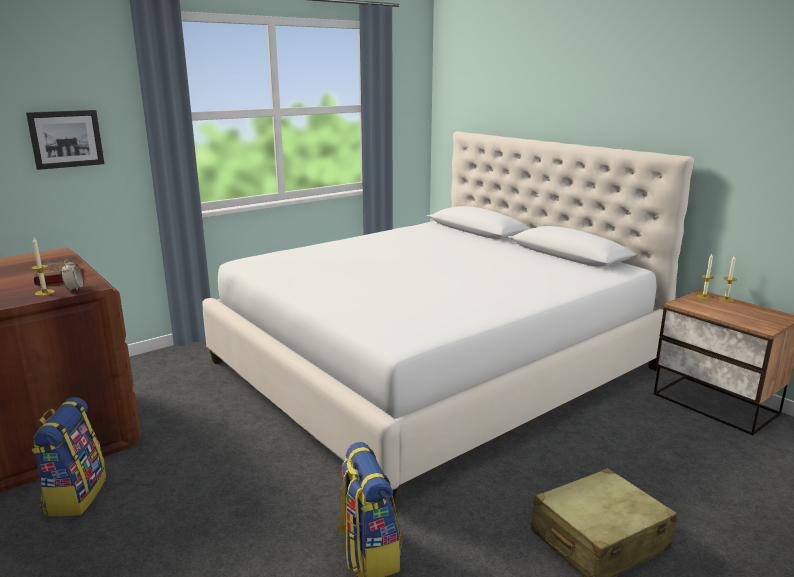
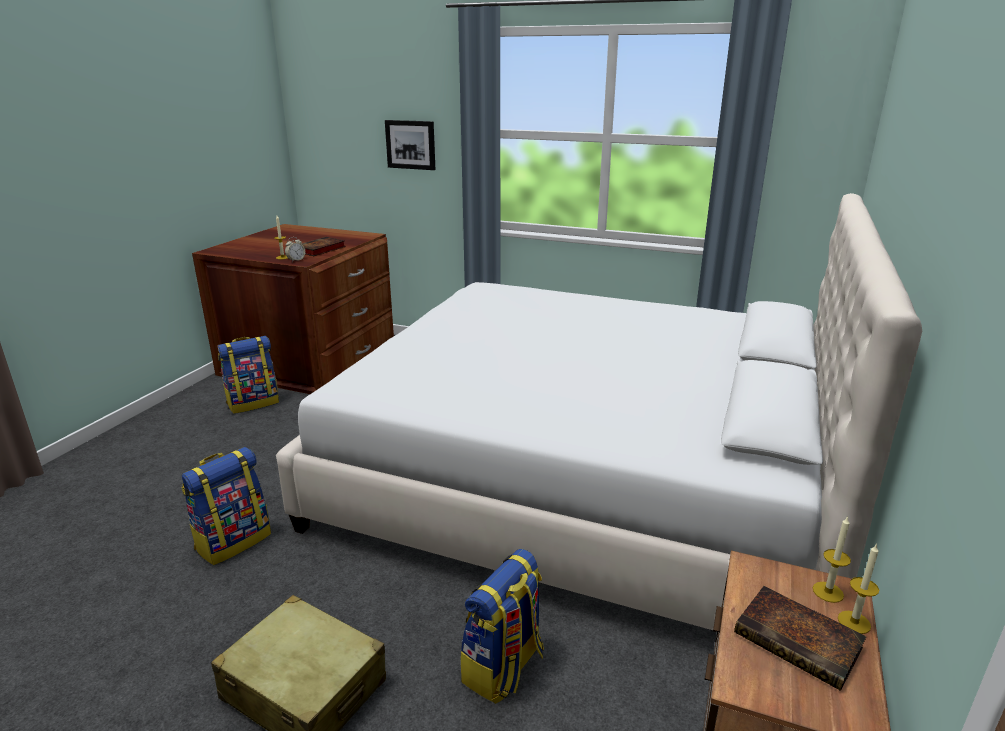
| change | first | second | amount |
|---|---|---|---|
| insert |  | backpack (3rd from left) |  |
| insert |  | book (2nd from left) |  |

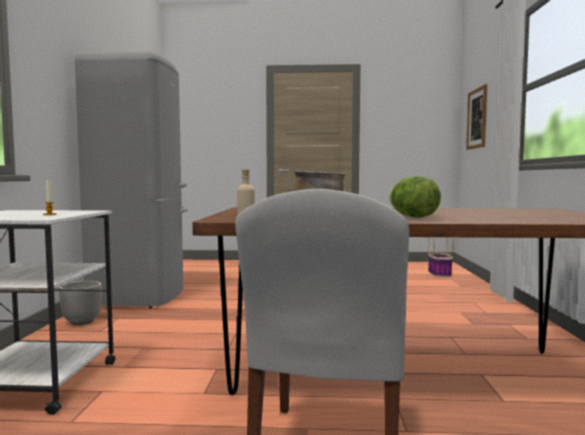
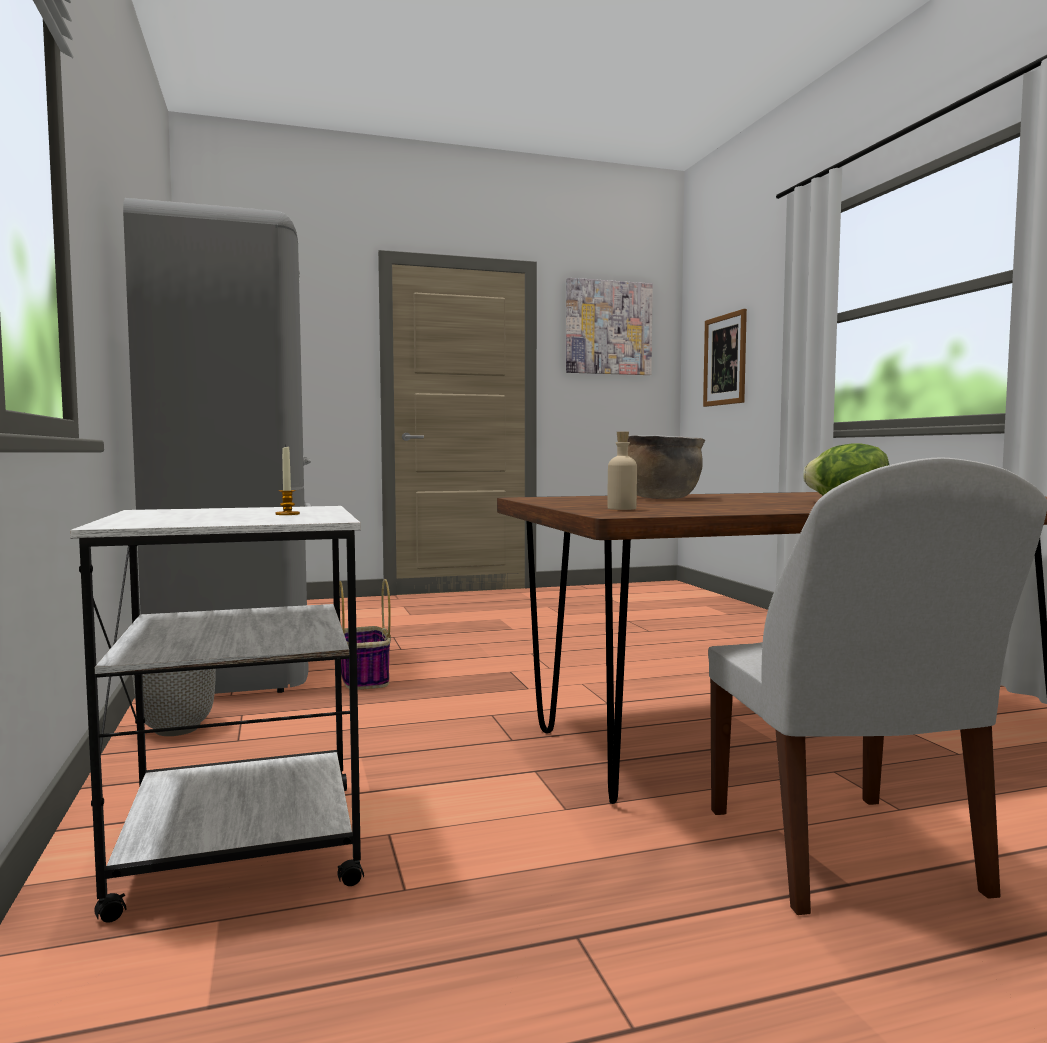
| change | first | second | amount |
|---|---|---|---|
| move | basket |  |  |
| insert |  | picture (1st from left) |  |

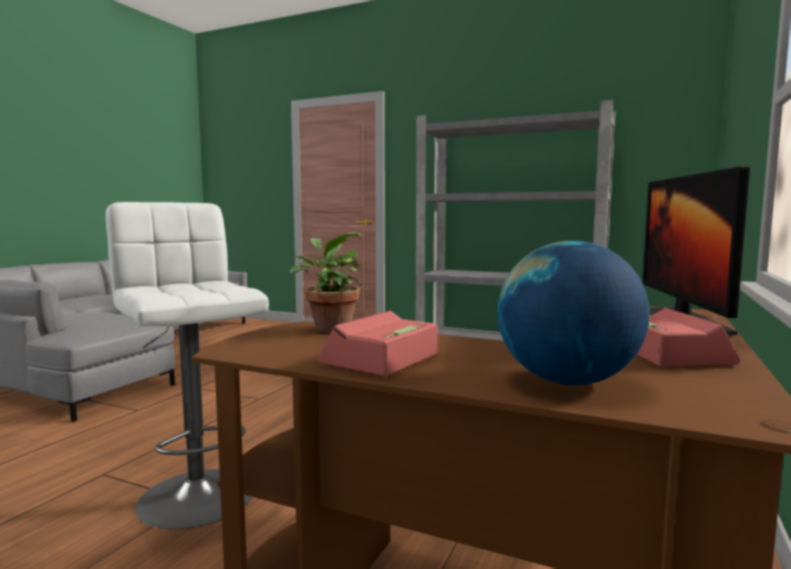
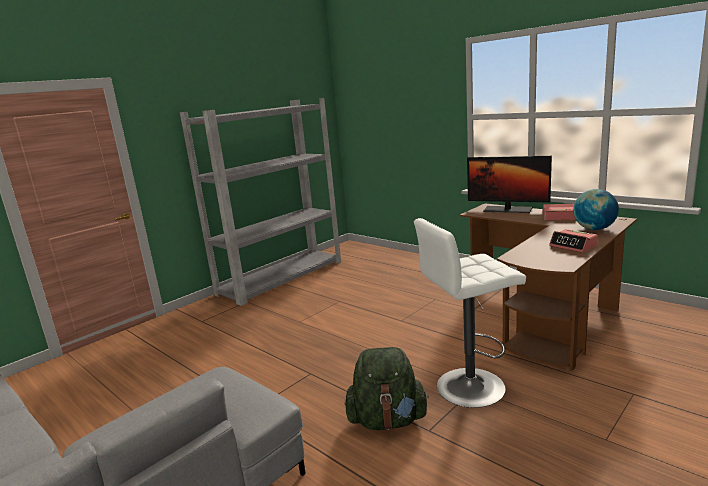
| change | first | second | amount |
|---|---|---|---|
| delete | potted plant |  |  |
| insert |  | green backpack |  |

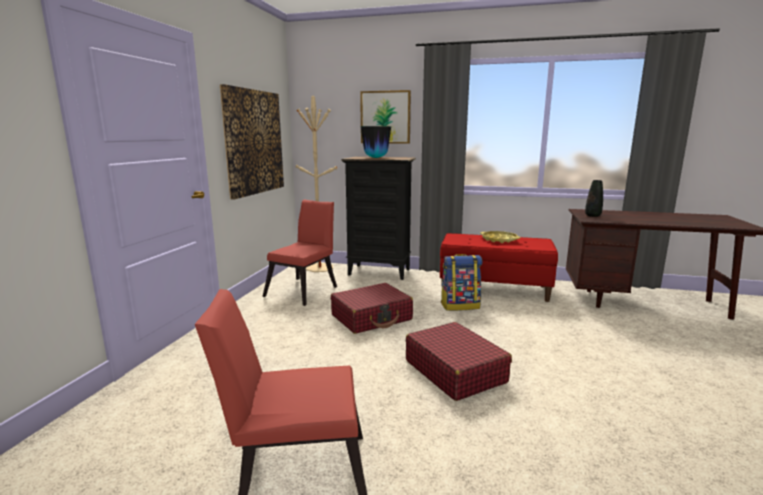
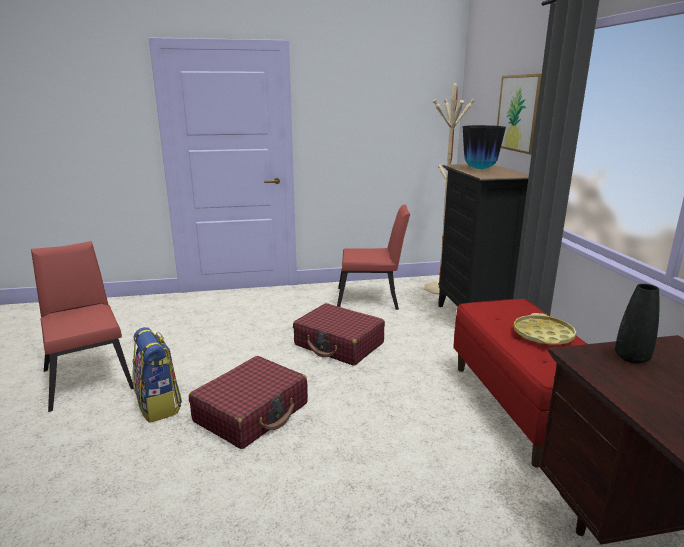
| change | first | second | amount |
|---|---|---|---|
| delete | picture (1st from left) |  |  |
| move | backpack |  |  |

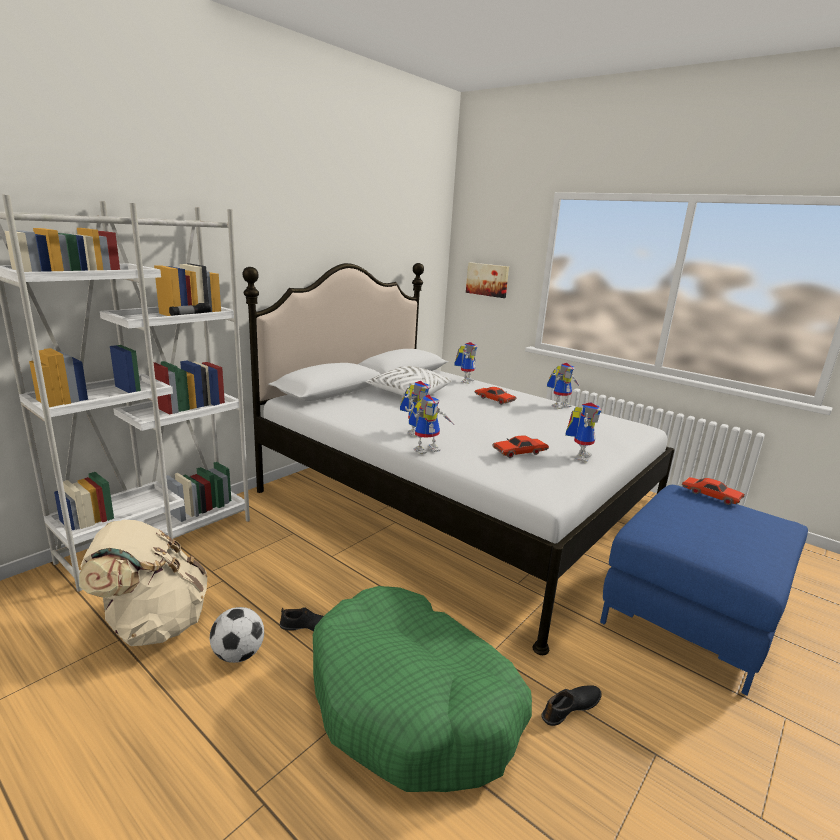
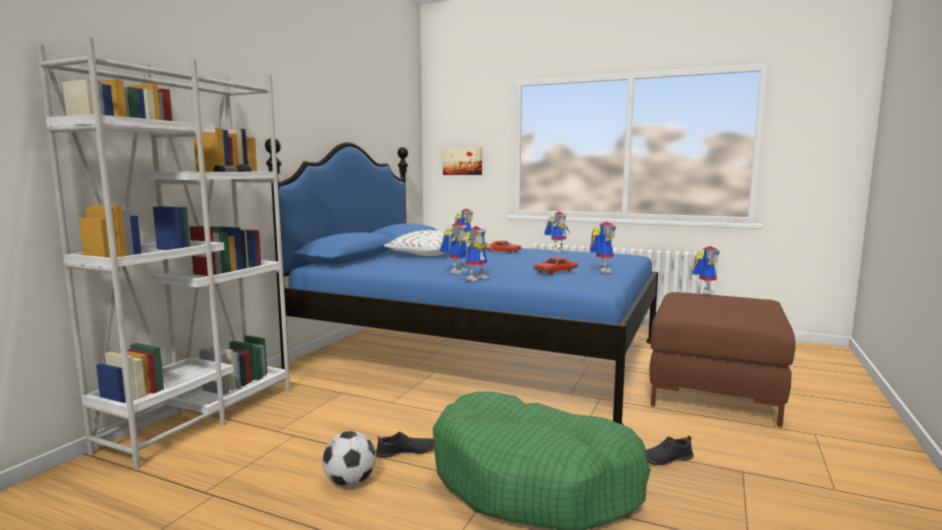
| change | first | second | amount |
|---|---|---|---|
| recolor | white bed | blue bed |  |
| replace | red toy car (3rd from left) | toy robot (6th from left) |  |
| recolor | blue ottoman | brown ottoman |  |
| delete | beige backpack |  |  |
| rotate | black shoe (2nd from left) |  | 150 degrees counterclockwise |

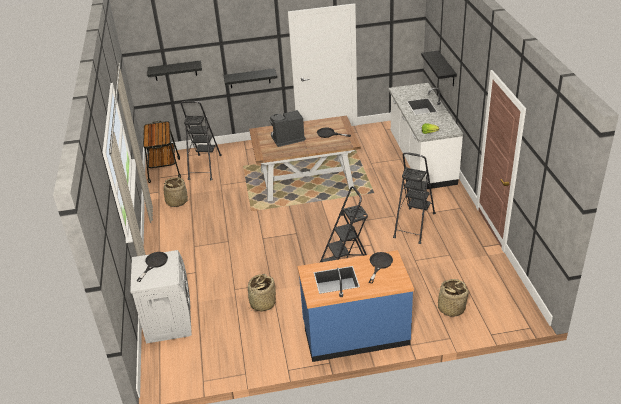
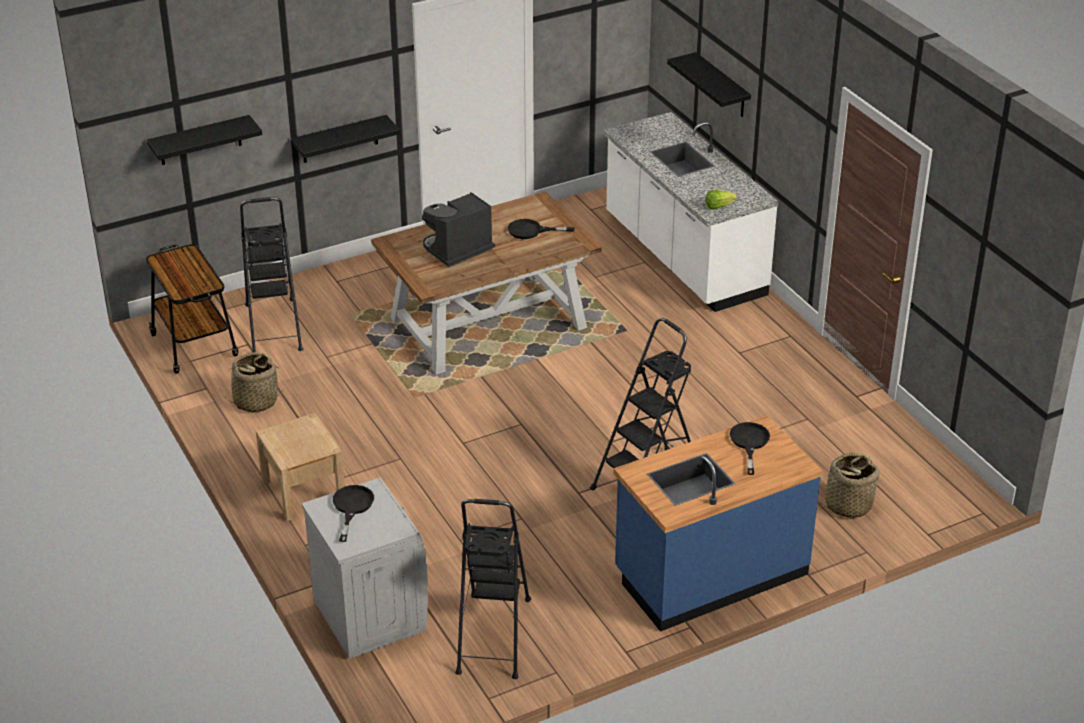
| change | first | second | amount |
|---|---|---|---|
| move | step ladder (3rd from left in the first image) | step ladder (2nd from left) |  |
| delete | basket (2nd from left) |  |  |
| insert |  | beige nightstand |  |

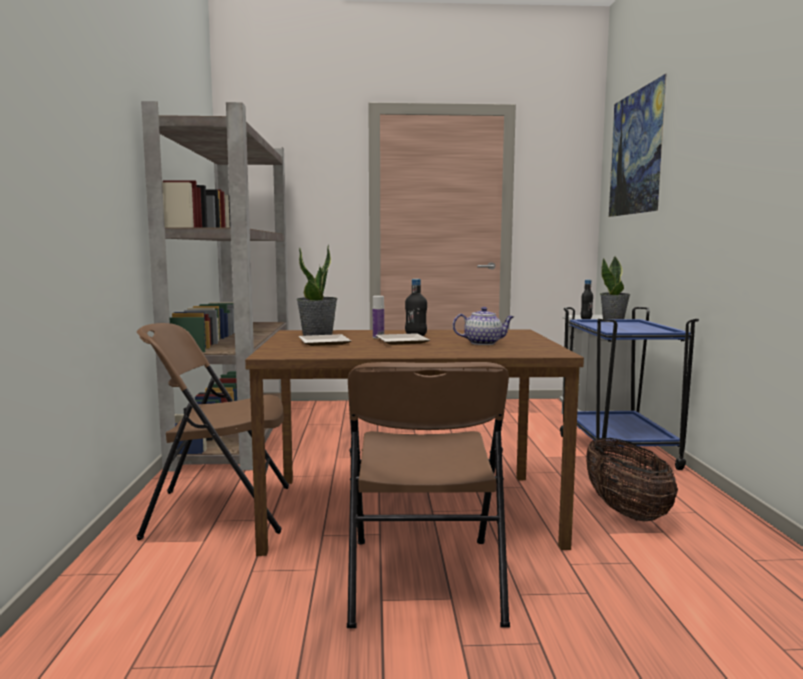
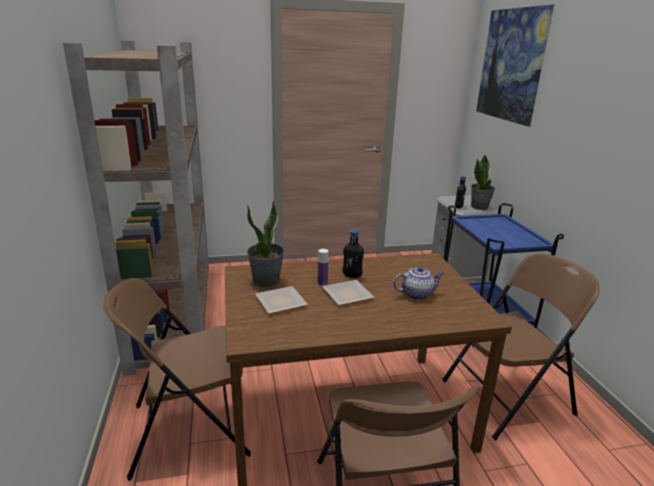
| change | first | second | amount |
|---|---|---|---|
| replace | basket | brown chair (3rd from left) |  |

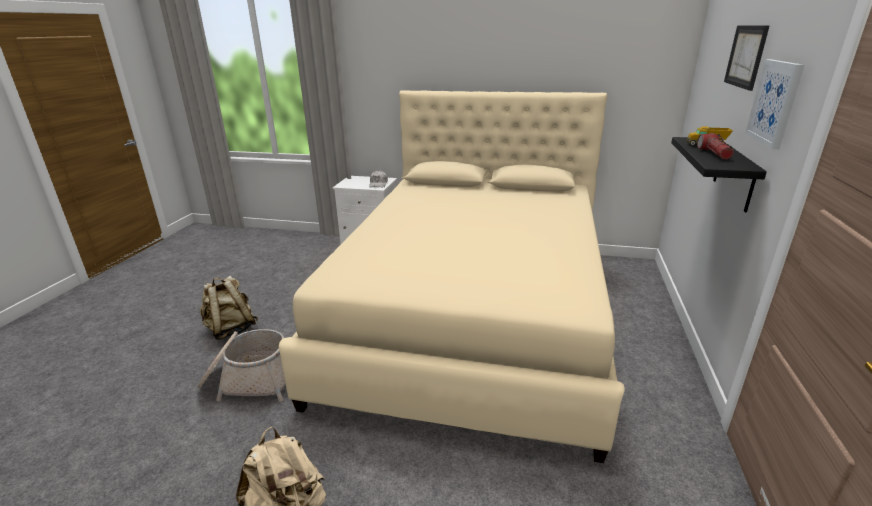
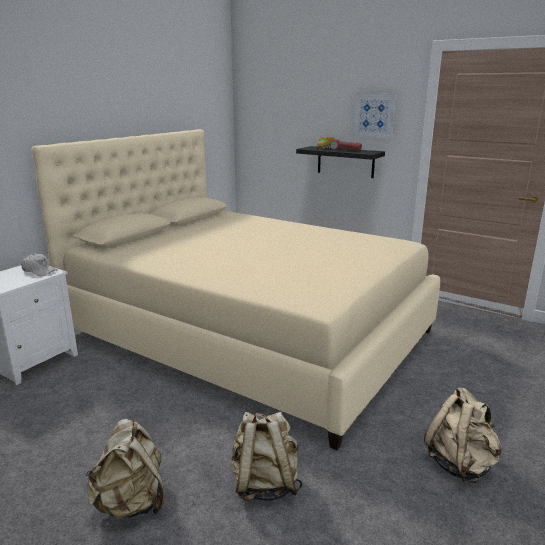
| change | first | second | amount |
|---|---|---|---|
| delete | picture (1st from left) |  |  |
| replace | basket | beige backpack (2nd from left) |  |

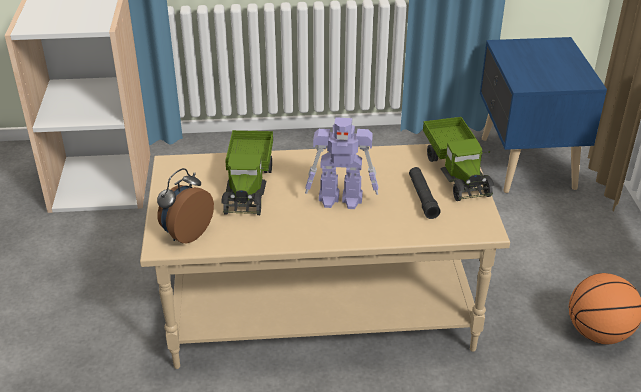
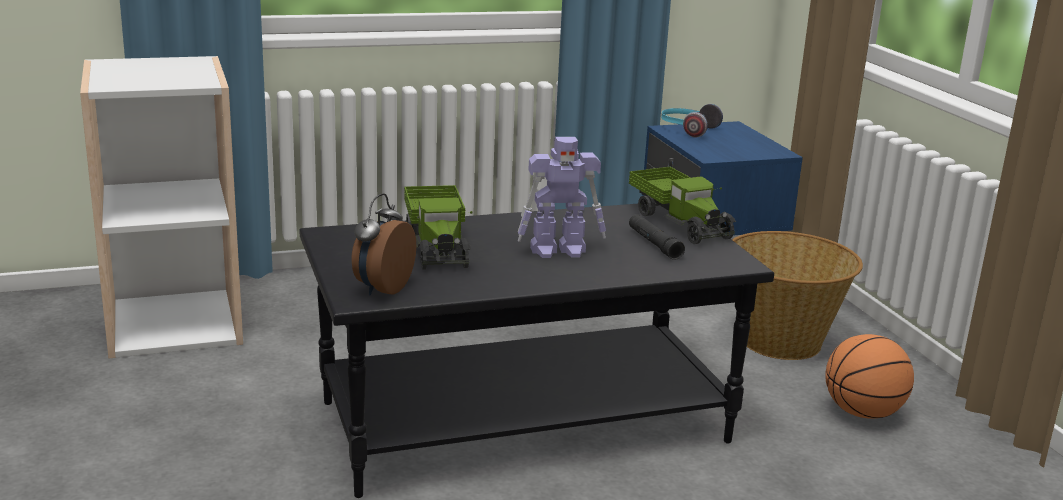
| change | first | second | amount |
|---|---|---|---|
| recolor | beige coffee table | black coffee table |  |
| insert |  | headphones |  |
| insert |  | basket |  |

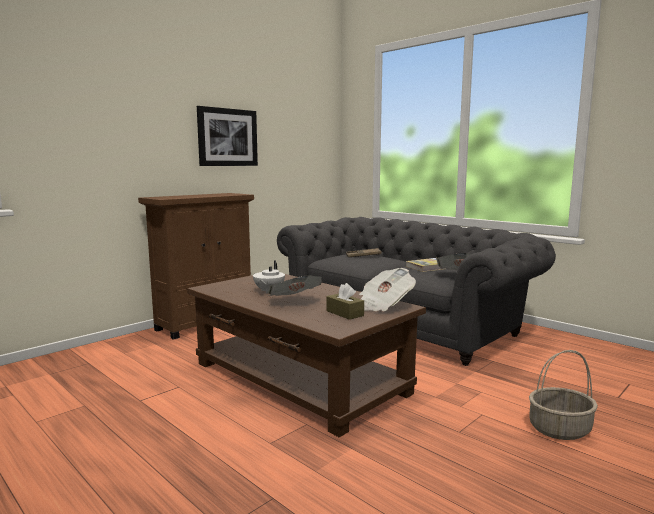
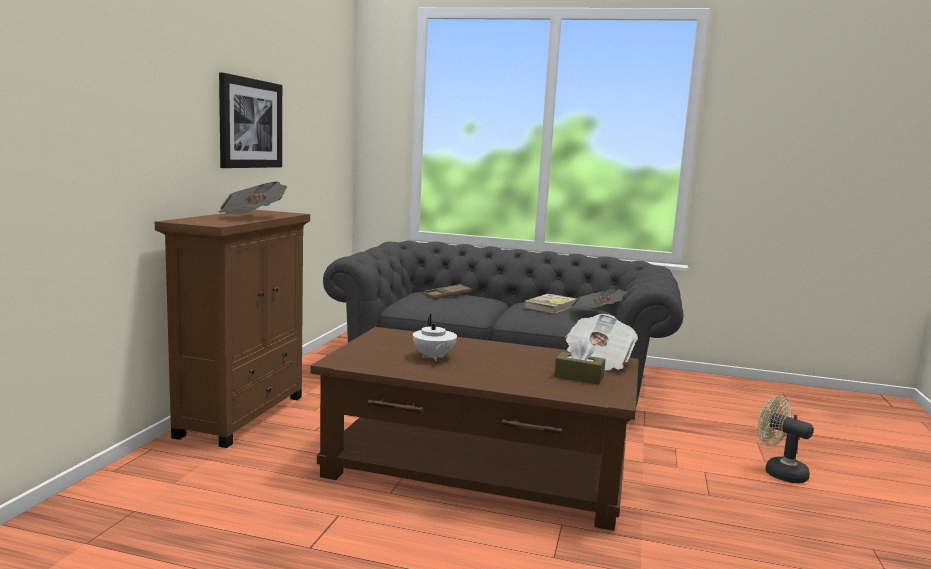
| change | first | second | amount |
|---|---|---|---|
| move | newspaper (1st from left) |  |  |
| replace | basket | beige fan |  |

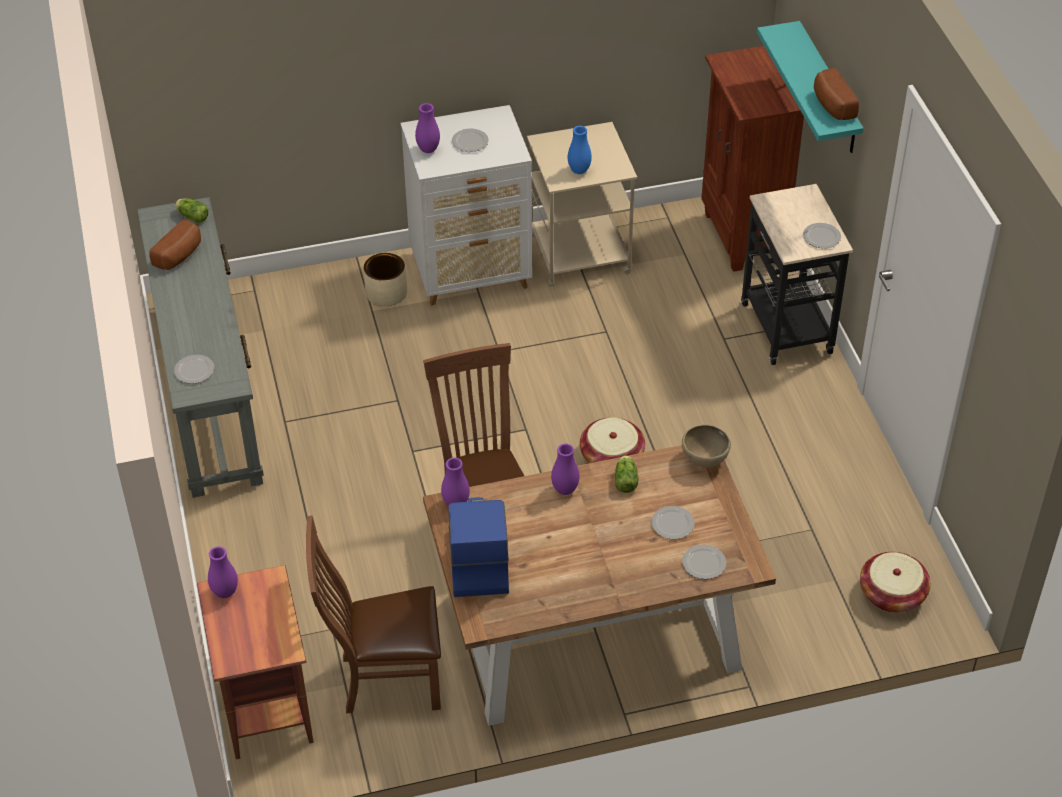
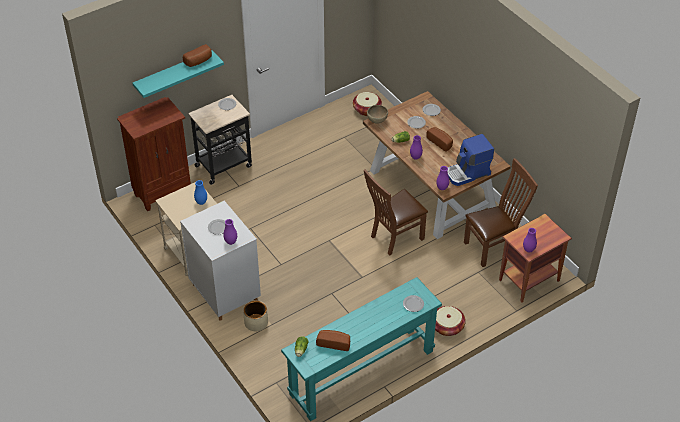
| change | first | second | amount |
|---|---|---|---|
| recolor | grey console table | turquoise console table |  |
| move | basket (1st from left in the first image) | basket (2nd from left) |  |
| rotate | brown chair (1st from left in the first image) | brown chair (2nd from left) | 90 degrees counterclockwise |
| insert |  | bread (3rd from left) |  |

